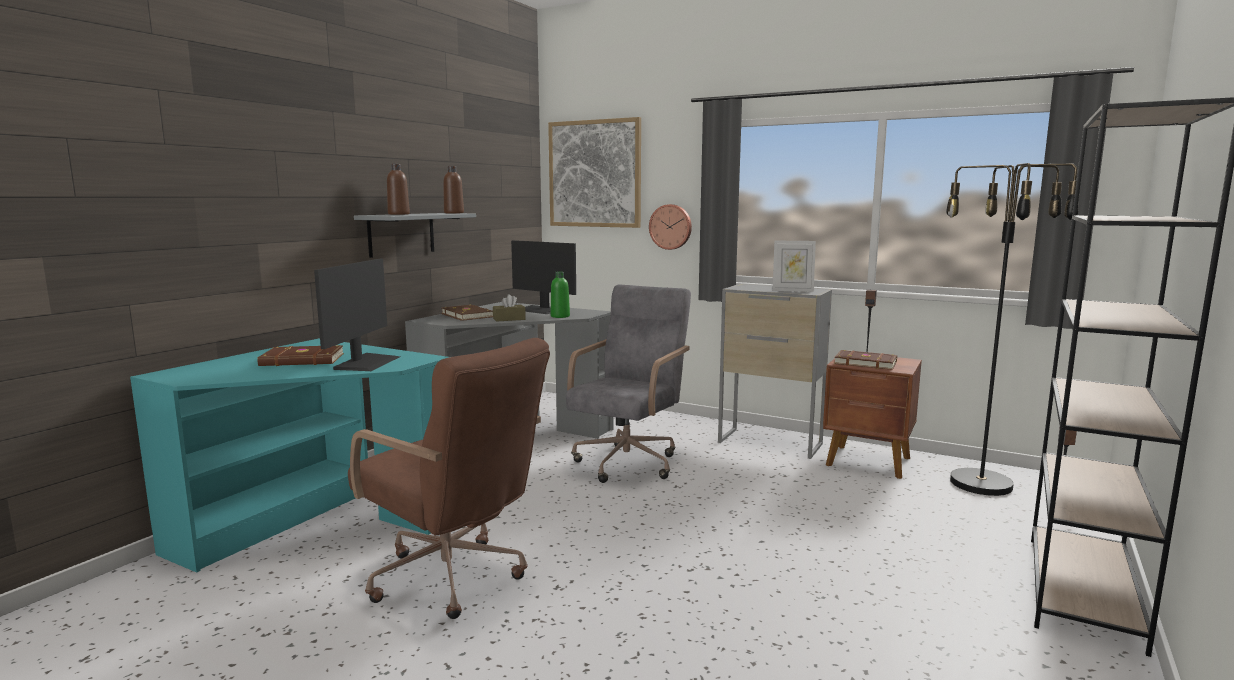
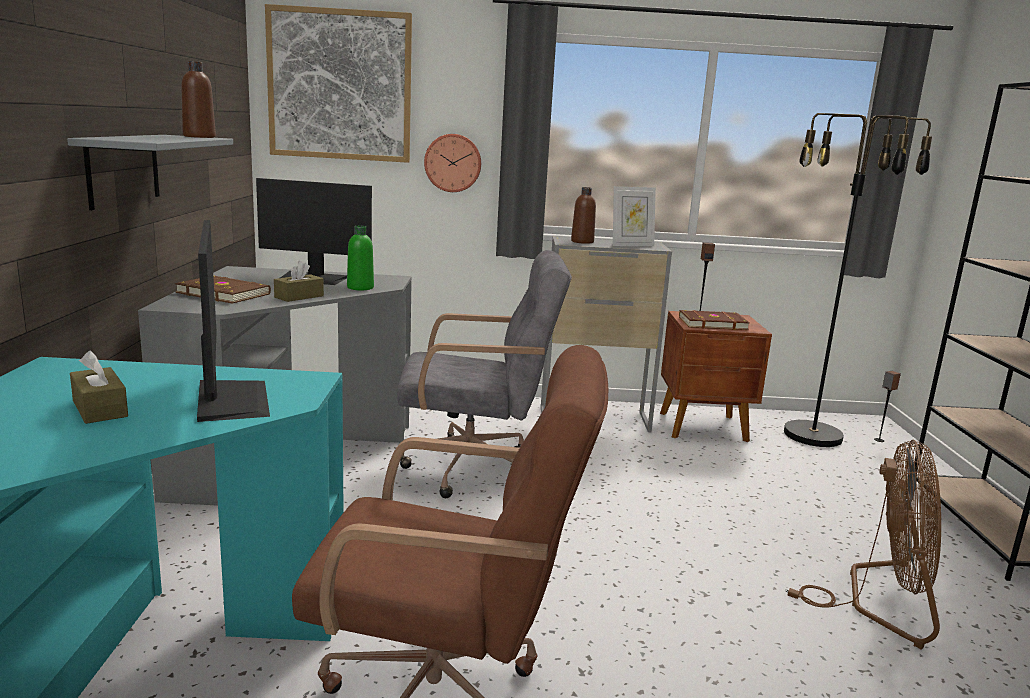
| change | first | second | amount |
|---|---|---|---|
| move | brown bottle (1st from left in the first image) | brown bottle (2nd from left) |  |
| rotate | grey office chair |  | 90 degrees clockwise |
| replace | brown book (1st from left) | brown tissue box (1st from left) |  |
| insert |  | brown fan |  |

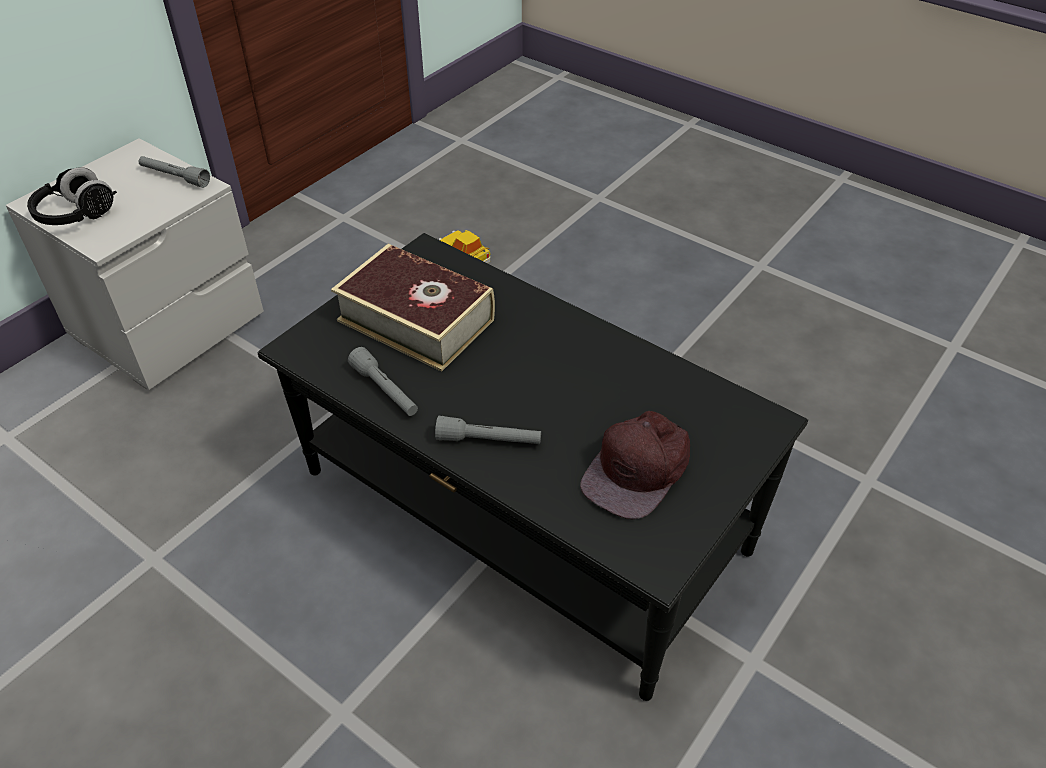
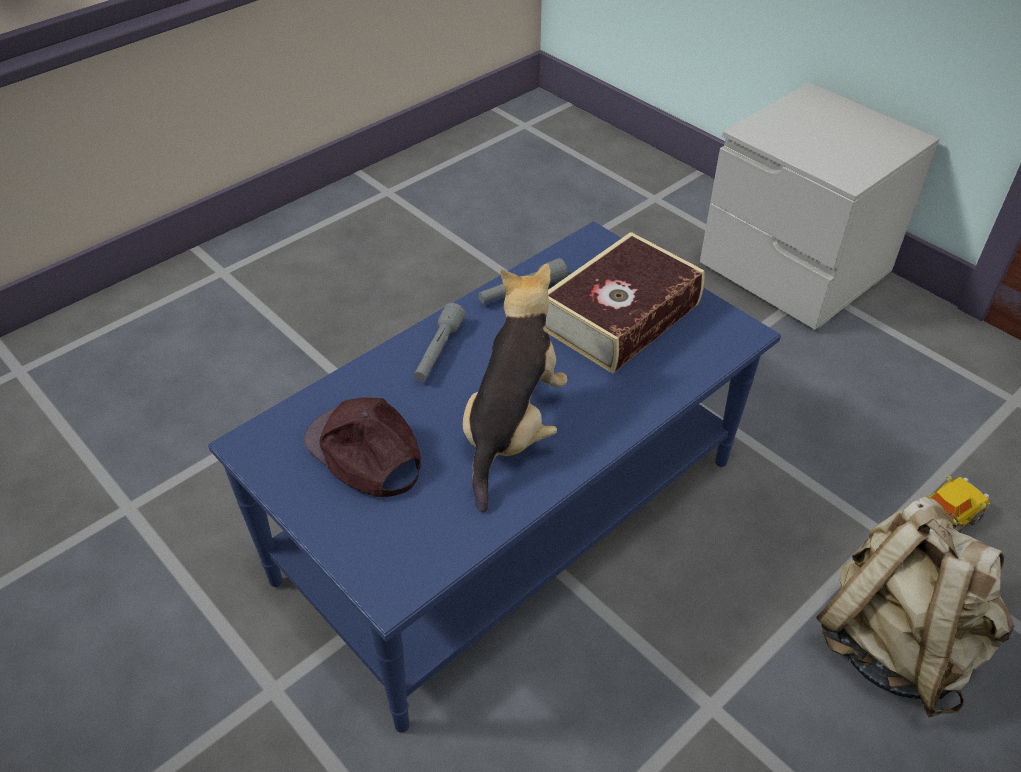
| change | first | second | amount |
|---|---|---|---|
| delete | grey flashlight (1st from left) |  |  |
| delete | black headphones |  |  |
| recolor | black coffee table | blue coffee table |  |
| insert |  | plush toy |  |
| insert |  | beige backpack |  |

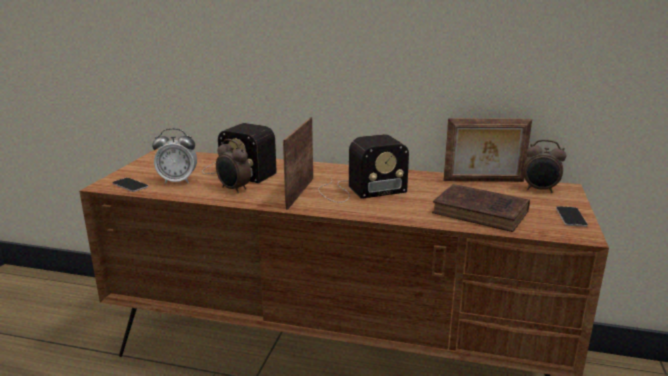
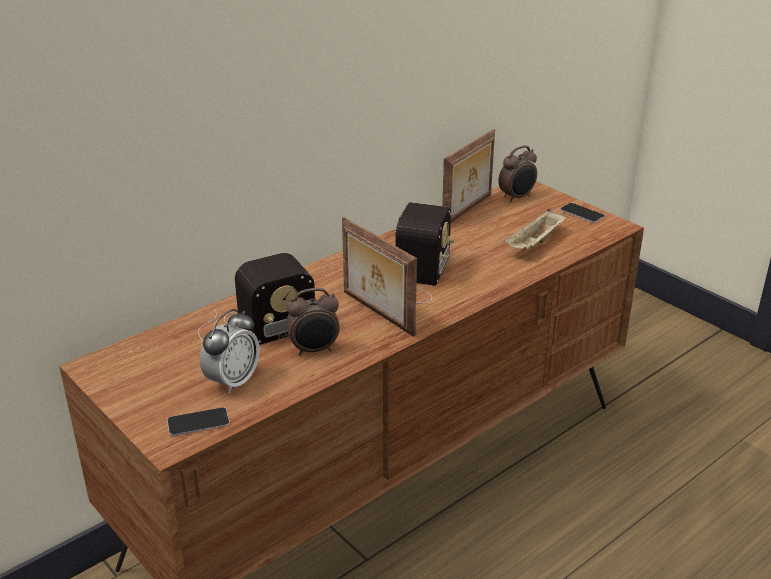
| change | first | second | amount |
|---|---|---|---|
| replace | brown book | beige tray |  |

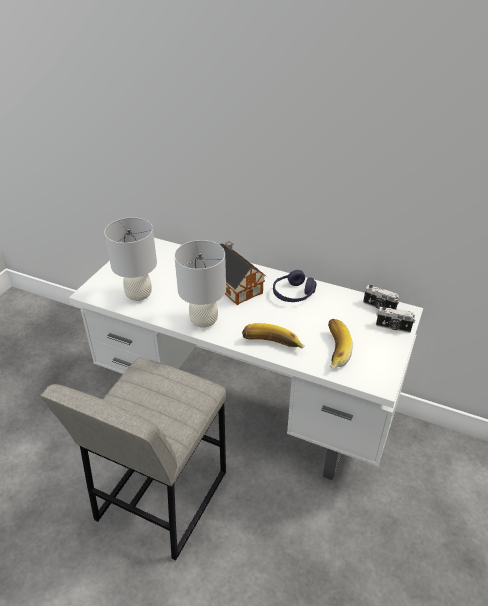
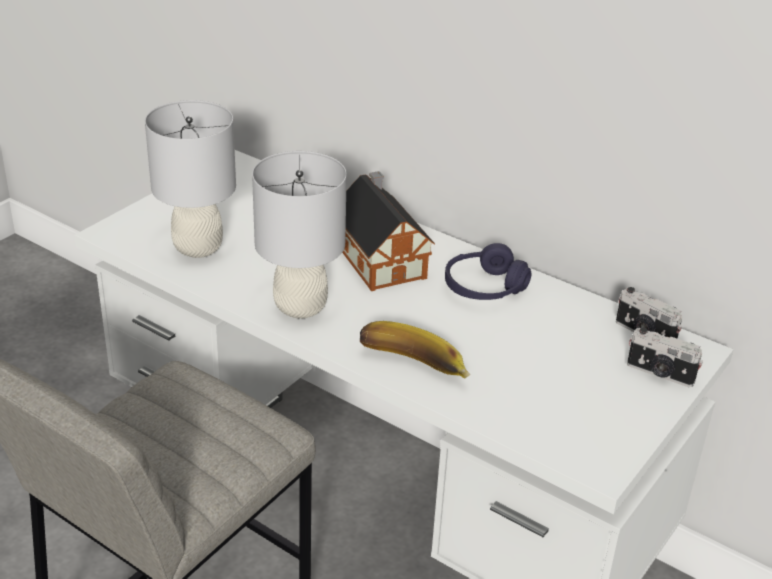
| change | first | second | amount |
|---|---|---|---|
| delete | banana (2nd from left) |  |  |

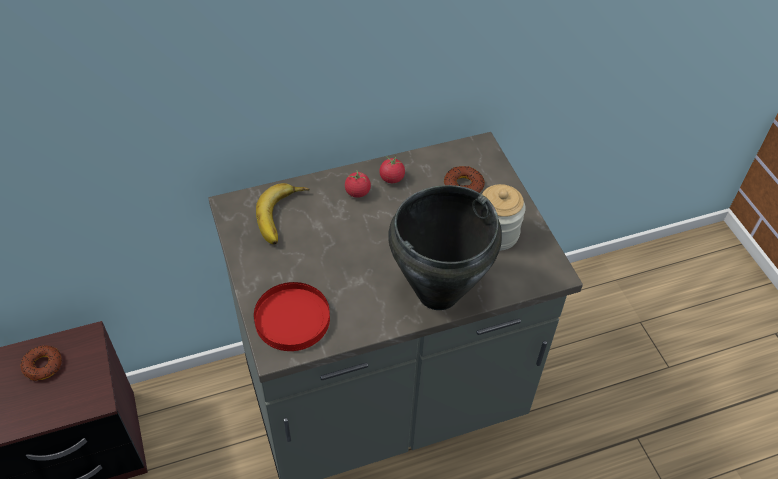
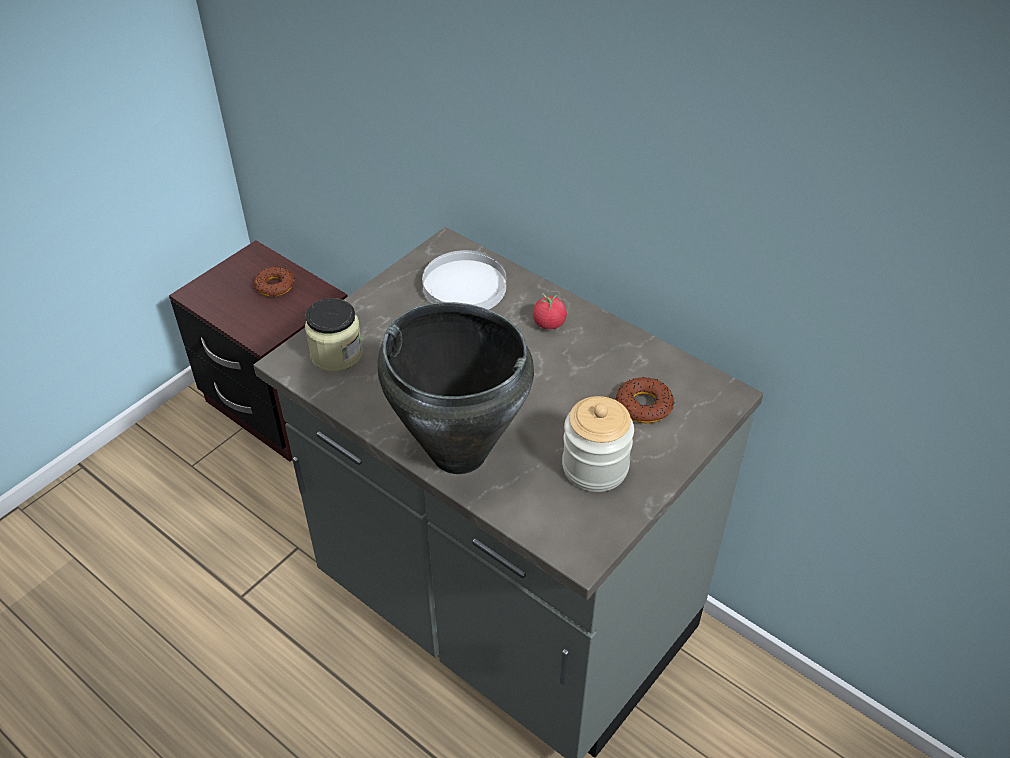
| change | first | second | amount |
|---|---|---|---|
| delete | tomato (2nd from left) |  |  |
| replace | banana | white plate |  |
| replace | red plate | jar (1st from left) |  |

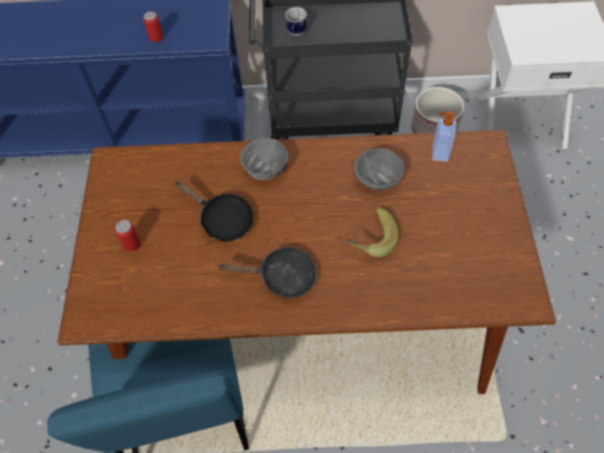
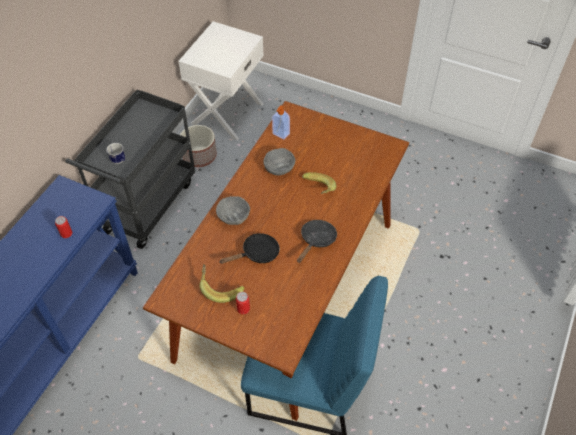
| change | first | second | amount |
|---|---|---|---|
| insert |  | banana (1st from left) |  |

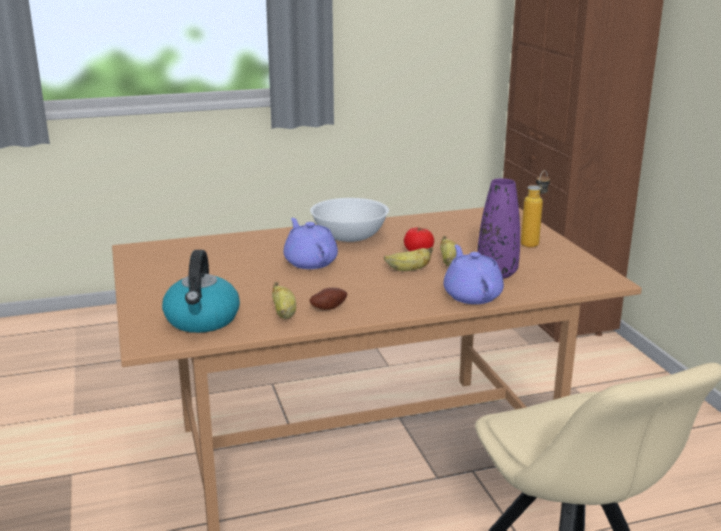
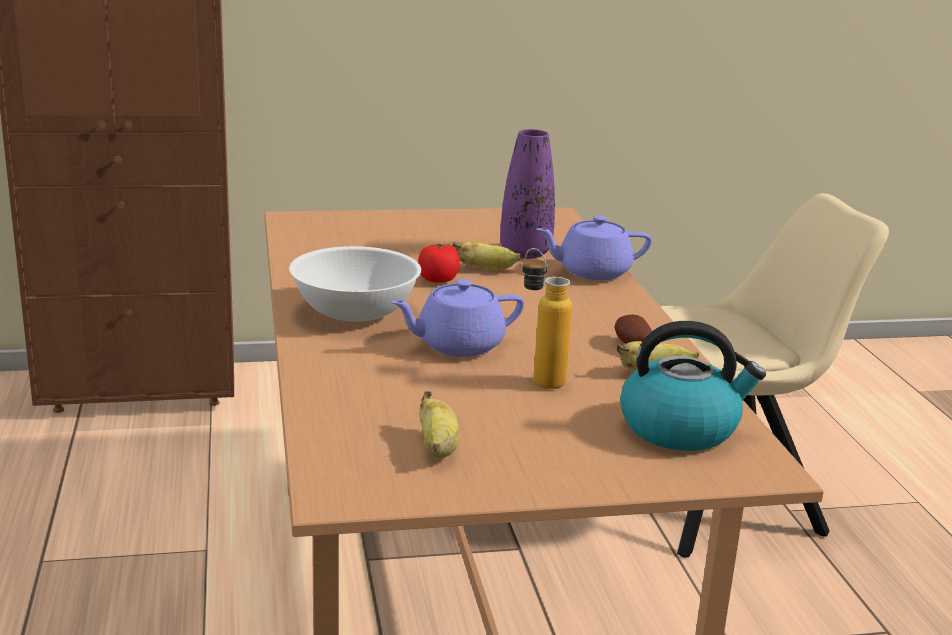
| change | first | second | amount |
|---|---|---|---|
| move | bottle |  |  |
| move | banana (2nd from left in the first image) | banana (1st from left) |  |

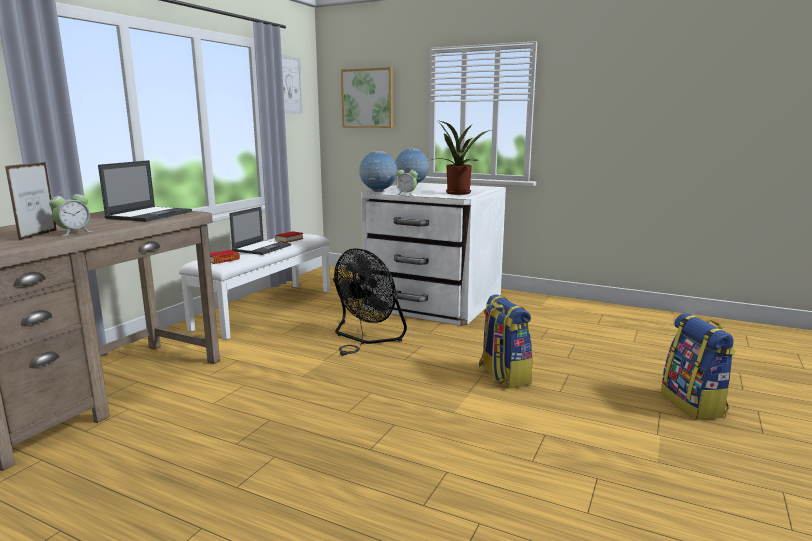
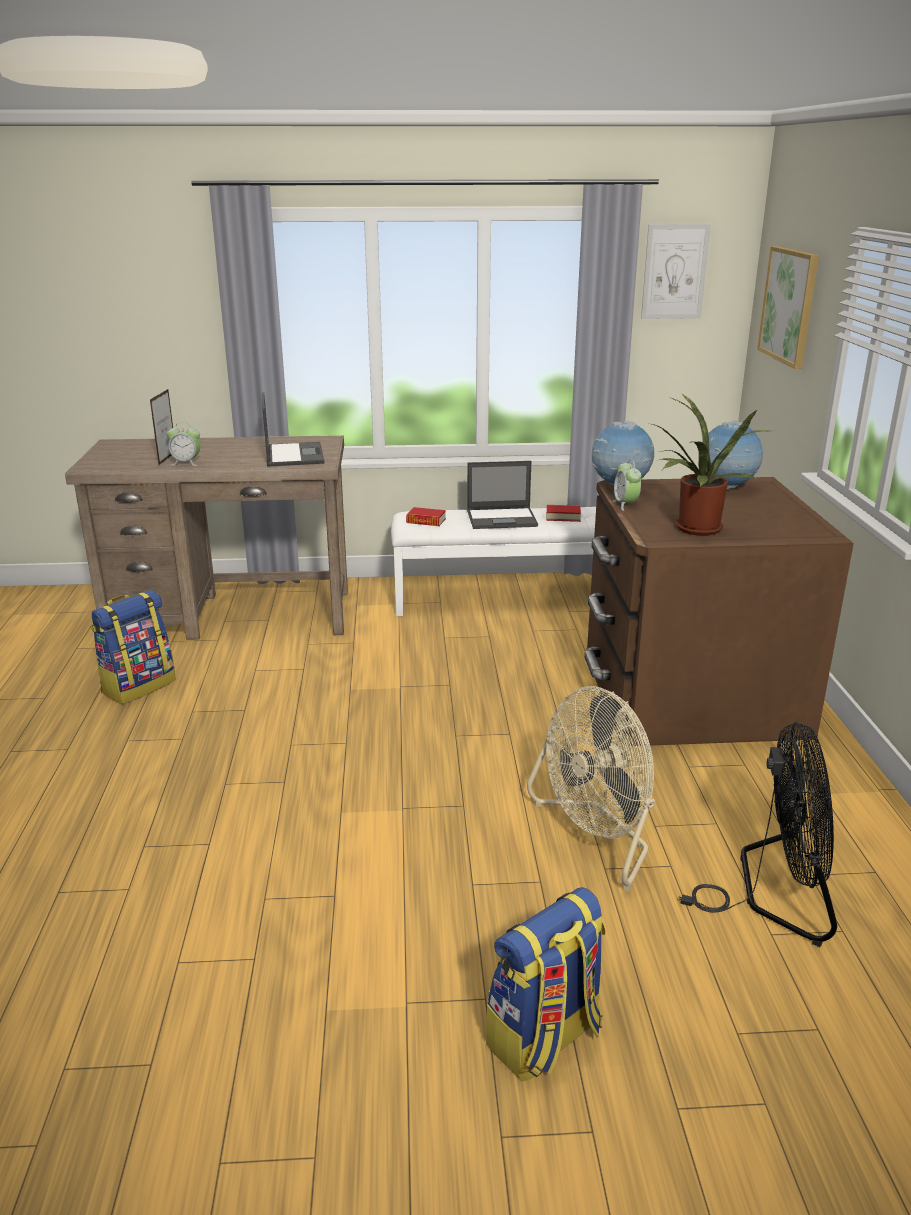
| change | first | second | amount |
|---|---|---|---|
| rotate | laptop (1st from left) |  | 90 degrees counterclockwise |
| rotate | picture frame |  | 60 degrees counterclockwise |
| recolor | white dresser | brown dresser |  |
| move | black fan |  |  |
| move | backpack (1st from left) |  |  |
| insert |  | beige fan |  |

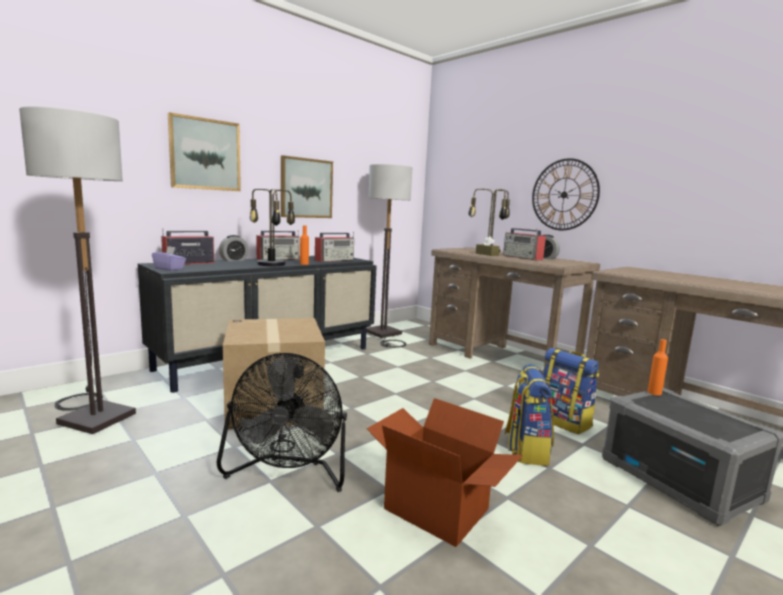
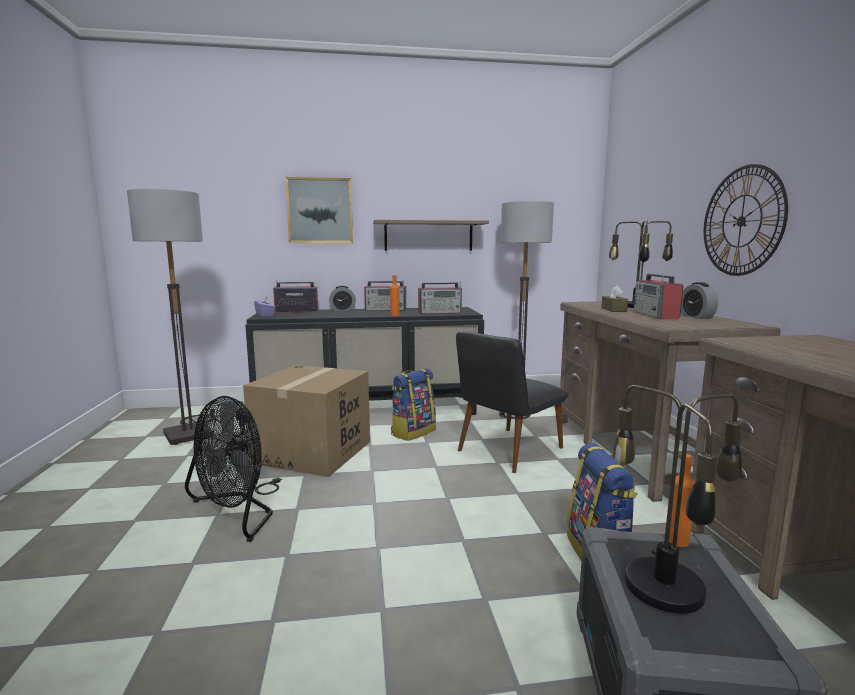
| change | first | second | amount |
|---|---|---|---|
| replace | picture (2nd from left) | shelf |  |
| move | table lamp (1st from left in the first image) | table lamp (2nd from left) |  |
| move | backpack (1st from left) |  |  |
| delete | cardboard box (2nd from left) |  |  |
| insert |  | black chair |  |

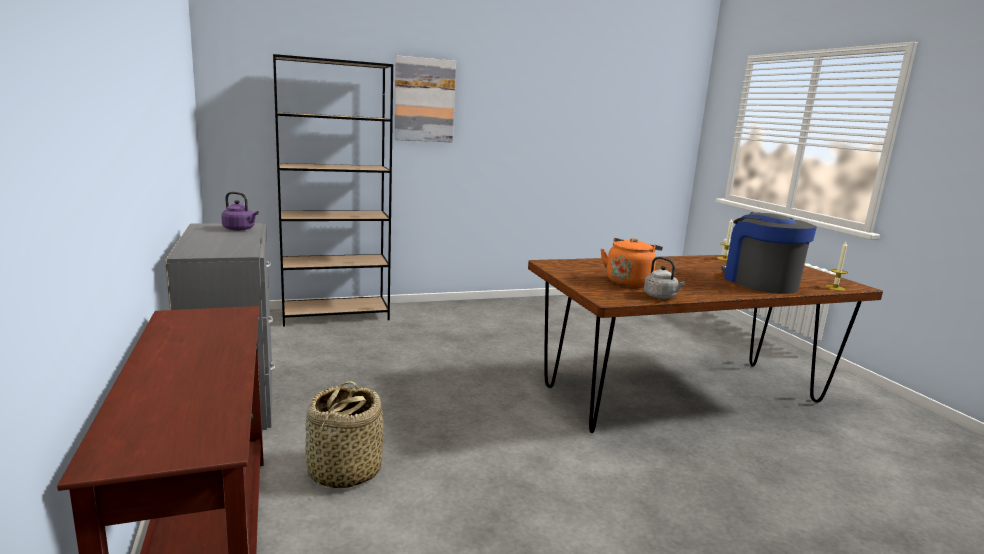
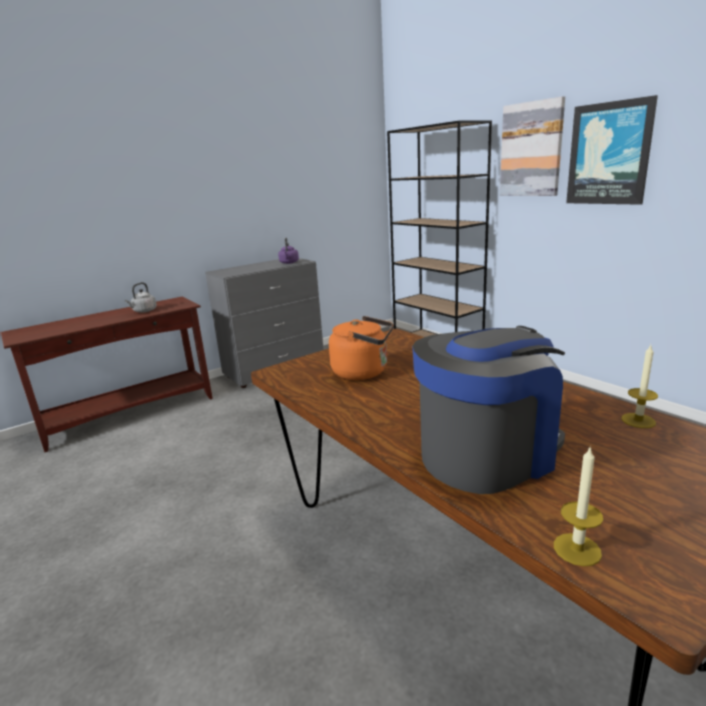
| change | first | second | amount |
|---|---|---|---|
| move | grey kettle |  |  |
| delete | basket |  |  |
| insert |  | picture (2nd from left) |  |

